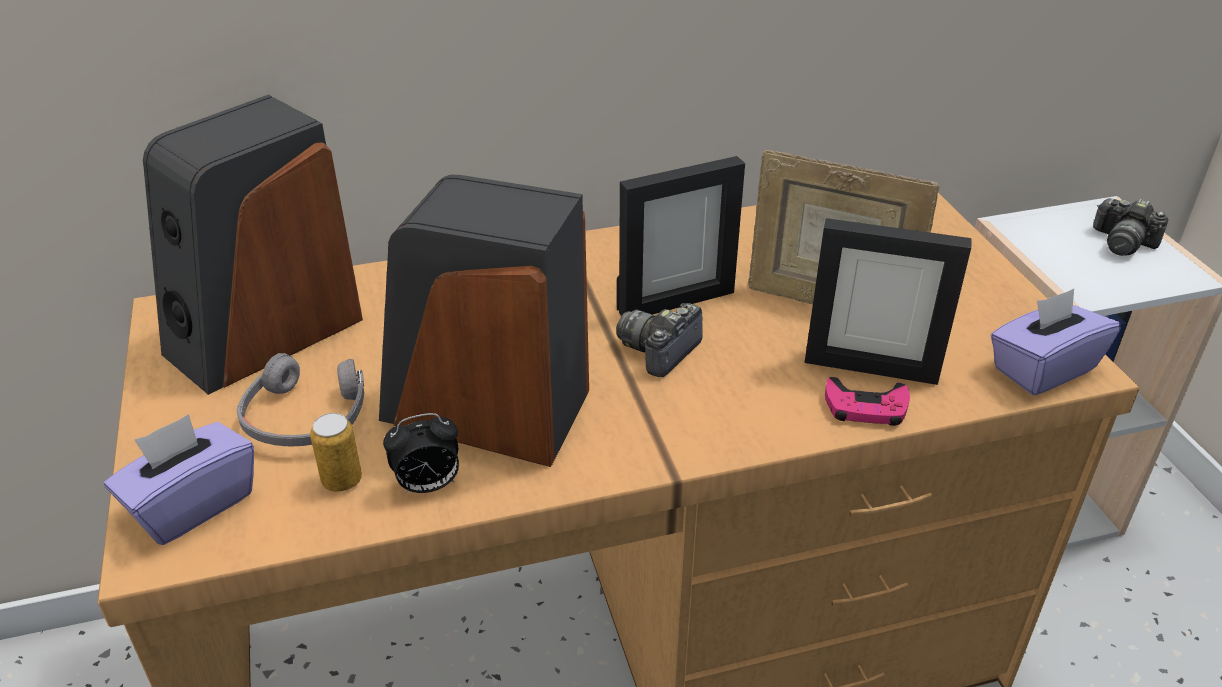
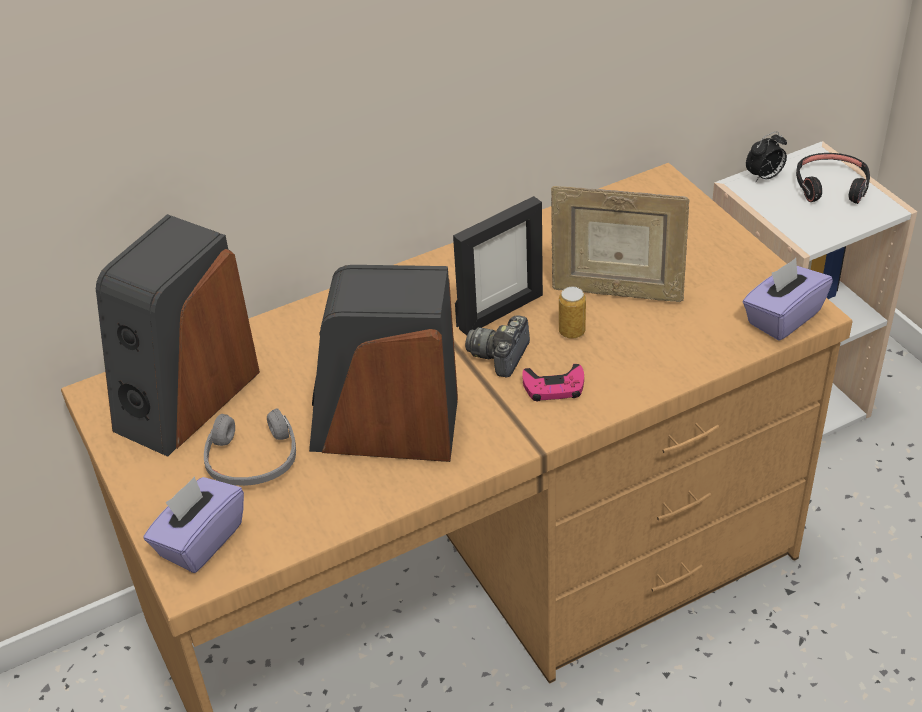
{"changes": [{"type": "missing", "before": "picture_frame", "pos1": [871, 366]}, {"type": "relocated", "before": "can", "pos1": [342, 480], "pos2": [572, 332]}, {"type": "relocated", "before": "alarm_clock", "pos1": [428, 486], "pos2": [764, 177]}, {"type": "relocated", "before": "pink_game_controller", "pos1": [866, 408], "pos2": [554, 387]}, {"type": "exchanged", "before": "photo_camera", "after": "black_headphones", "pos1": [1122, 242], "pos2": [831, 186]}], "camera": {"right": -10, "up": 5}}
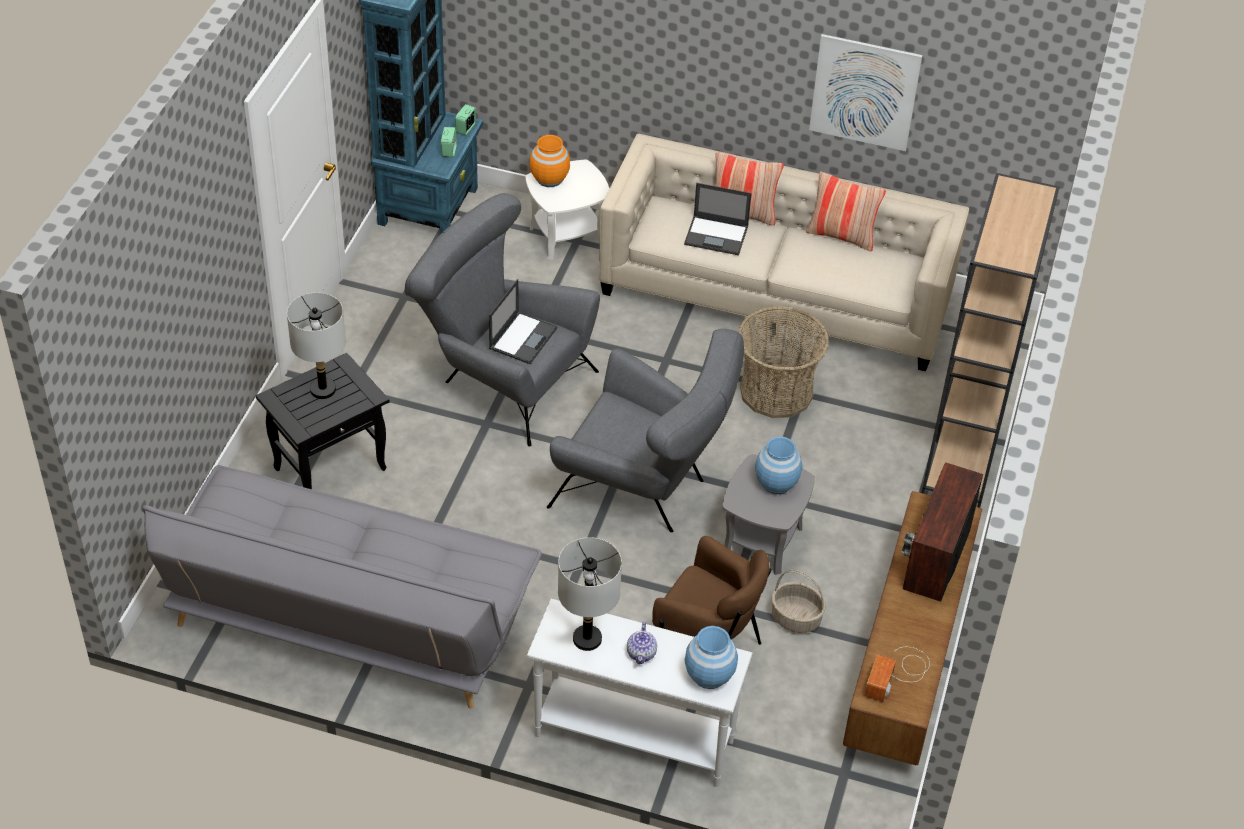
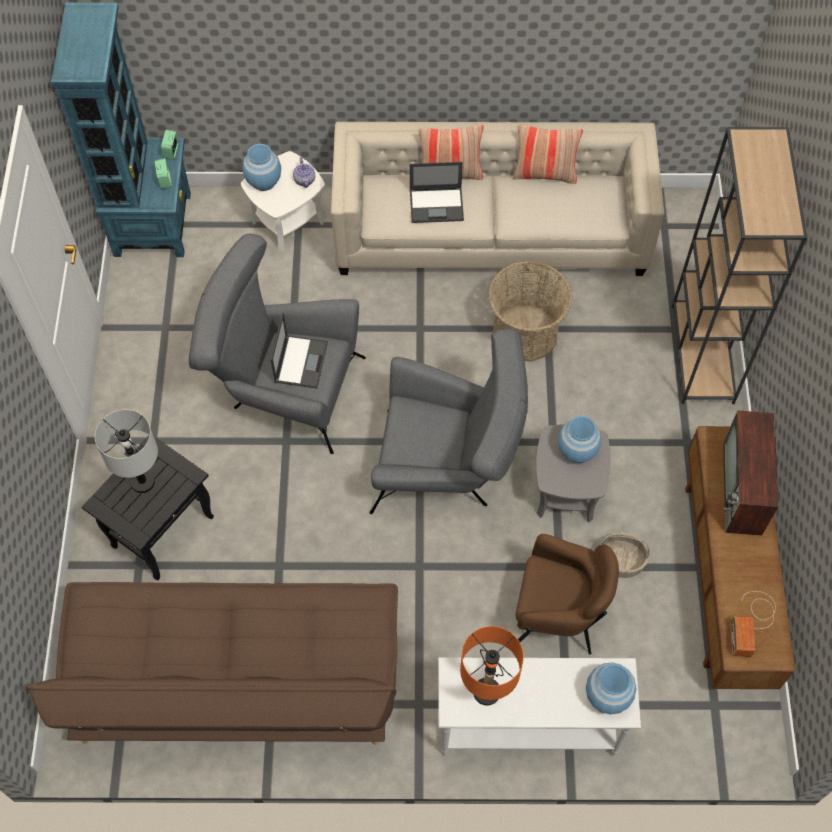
{"changes": [{"type": "missing", "before": "picture", "pos1": [864, 92]}, {"type": "relocated", "before": "teapot", "pos1": [641, 653], "pos2": [305, 180]}, {"type": "colour", "before": "grey_sofa", "after": "brown_sofa", "pos1": [348, 615], "pos2": [234, 682]}, {"type": "colour", "before": "orange_vase", "after": "blue_vase", "pos1": [549, 179], "pos2": [264, 181]}, {"type": "colour", "before": "grey_table_lamp", "after": "orange_table_lamp", "pos1": [587, 639], "pos2": [487, 691]}], "camera": {"right": -15, "up": 15}}
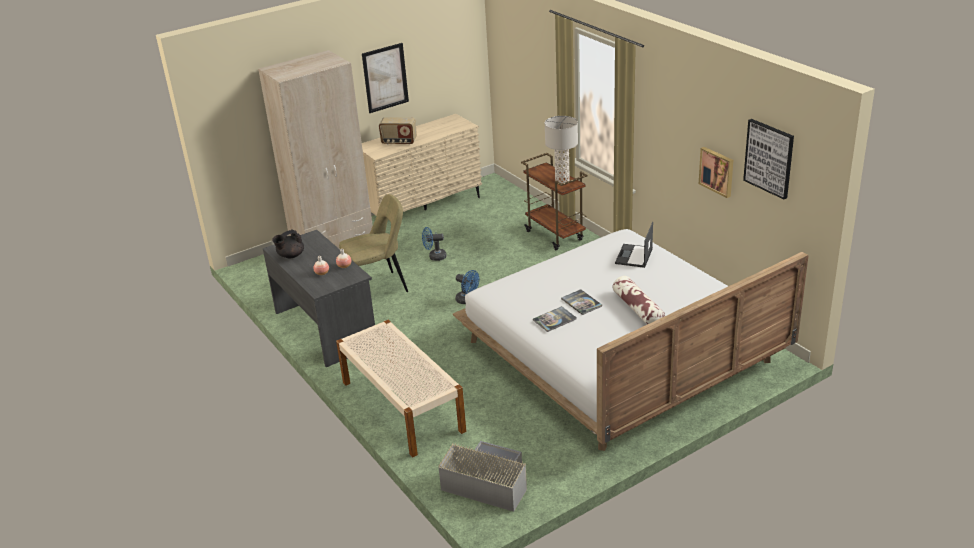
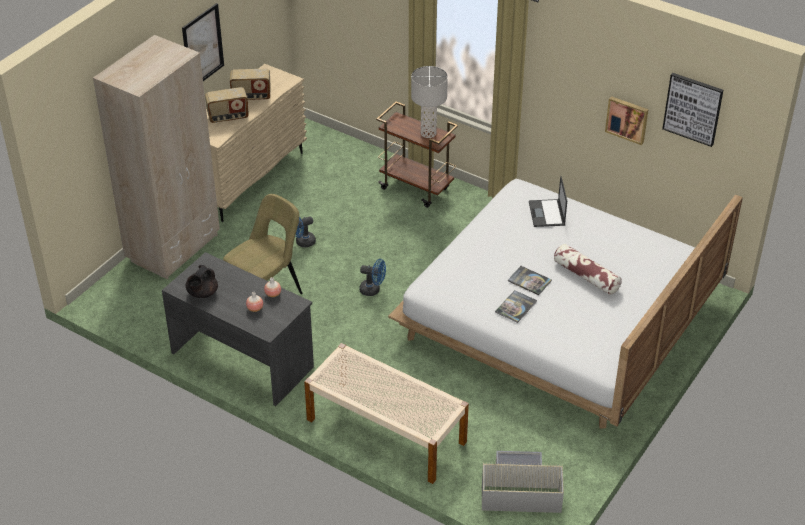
{"changes": [{"type": "appeared", "after": "radio", "pos2": [251, 96]}], "camera": {"right": -25, "up": 10}}
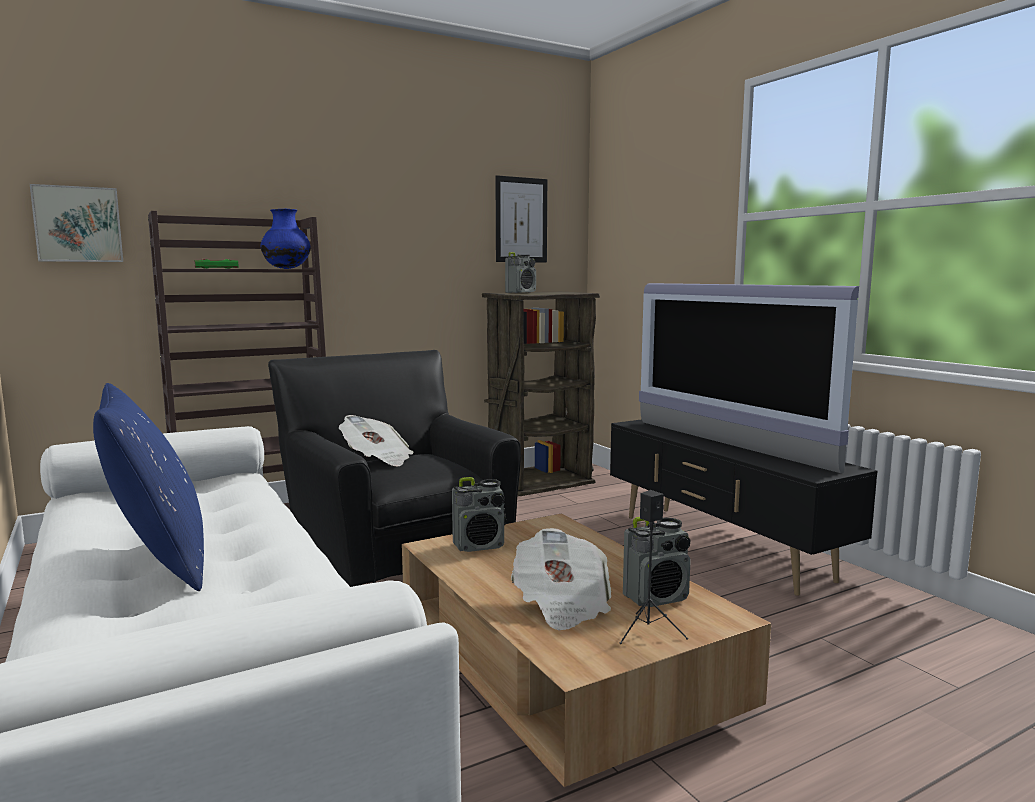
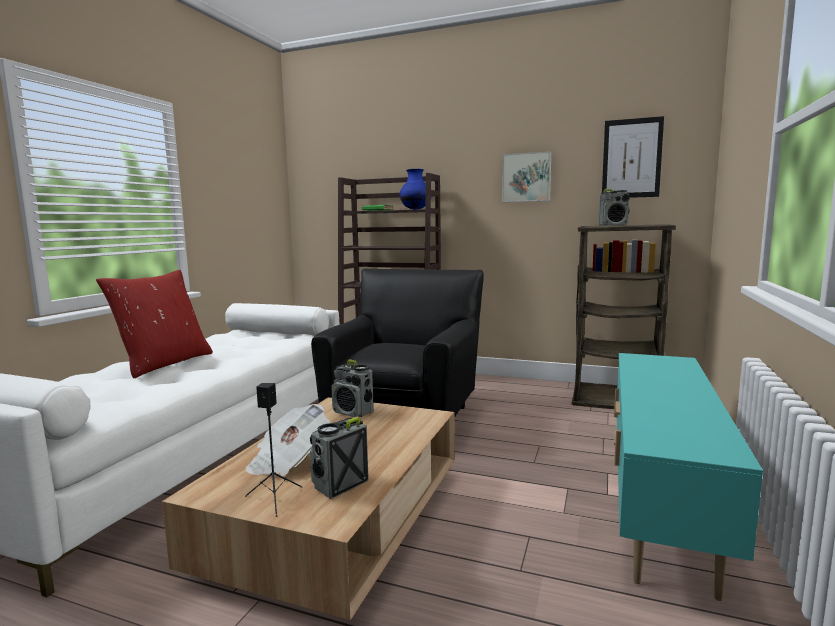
{"changes": [{"type": "missing", "before": "newspaper", "pos1": [377, 459]}, {"type": "missing", "before": "television", "pos1": [726, 444]}, {"type": "relocated", "before": "picture", "pos1": [78, 224], "pos2": [526, 177]}, {"type": "colour", "before": "blue_pillow", "after": "red_pillow", "pos1": [159, 562], "pos2": [164, 363]}, {"type": "colour", "before": "black_tv_stand", "after": "turquoise_tv_stand", "pos1": [720, 547], "pos2": [659, 507]}, {"type": "spun", "before": "radio", "pos1": [656, 597], "pos2": [339, 485], "turn": 105}], "camera": {"right": 50, "up": 0}}
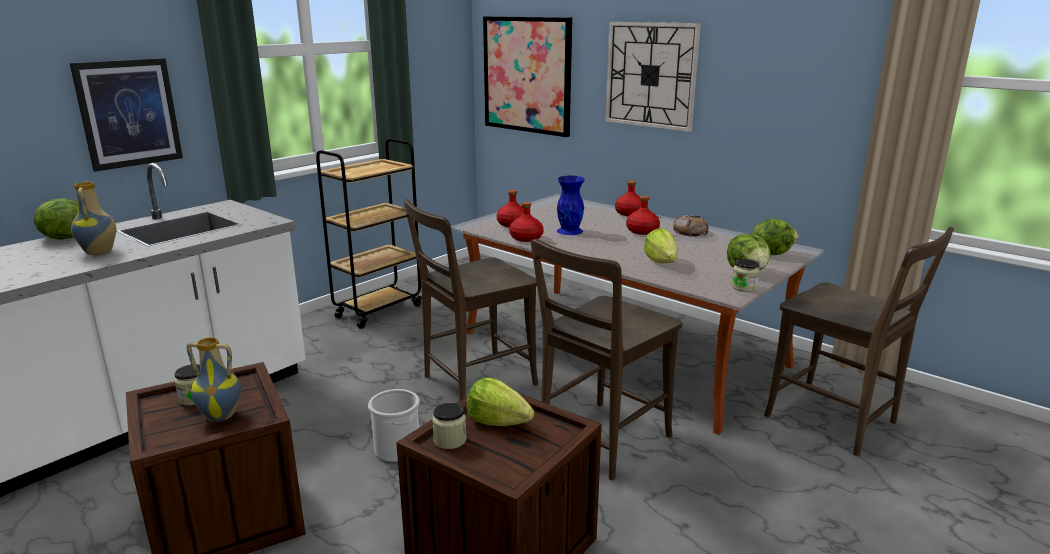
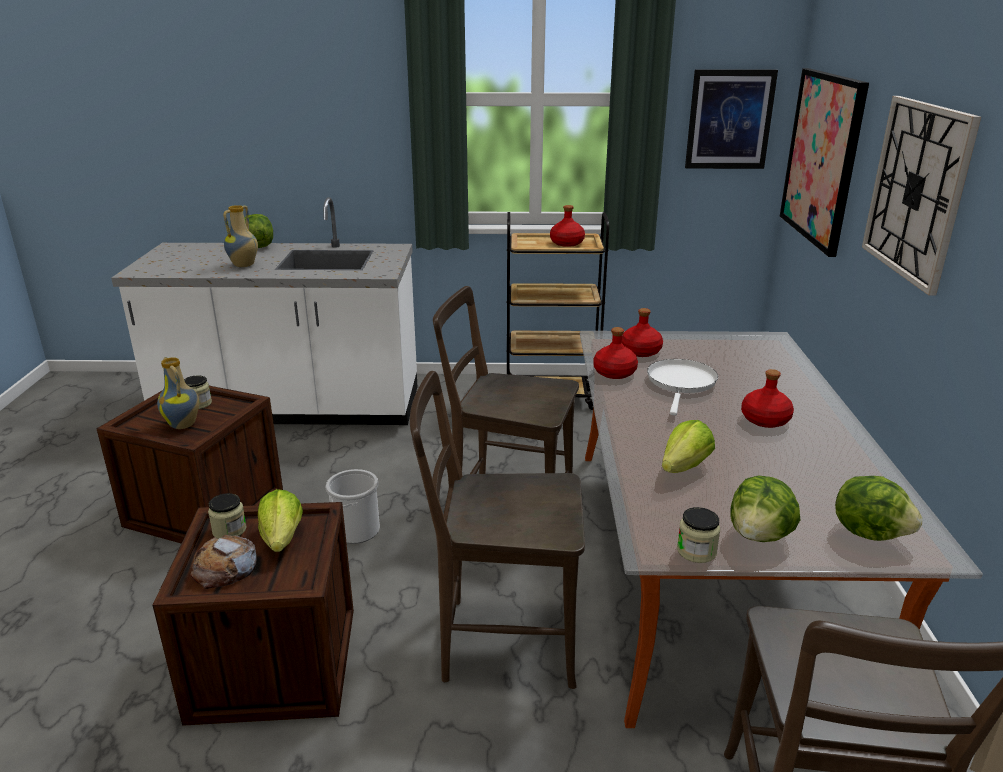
{"changes": [{"type": "relocated", "before": "picture", "pos1": [129, 113], "pos2": [729, 119]}, {"type": "relocated", "before": "red_bottle", "pos1": [629, 213], "pos2": [566, 243]}, {"type": "relocated", "before": "bread", "pos1": [690, 231], "pos2": [225, 568]}, {"type": "exchanged", "before": "blue_vase", "after": "white_frying_pan", "pos1": [570, 231], "pos2": [681, 383]}], "camera": {"right": 50, "up": 5}}
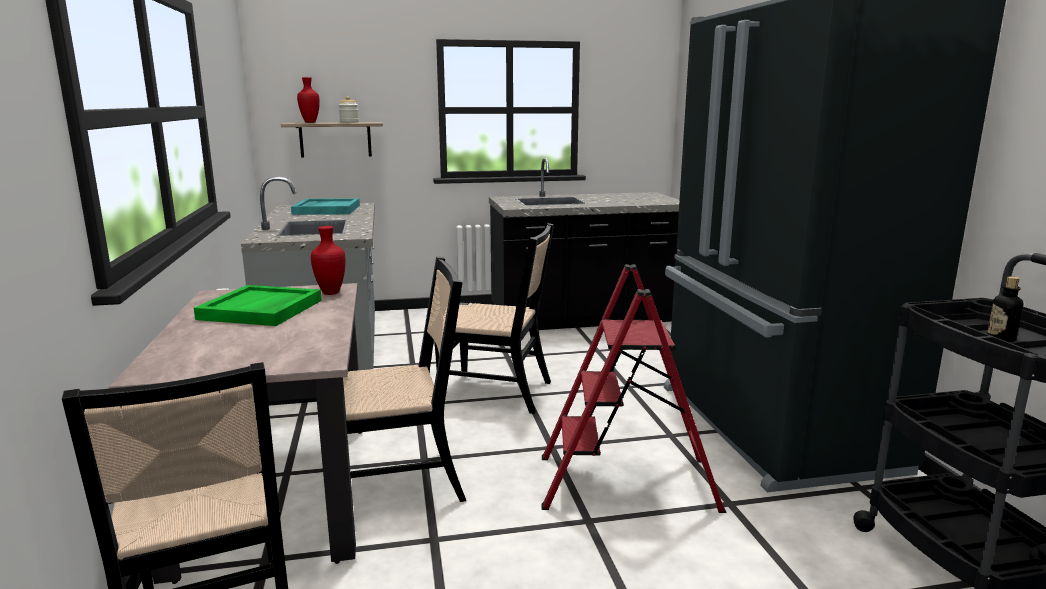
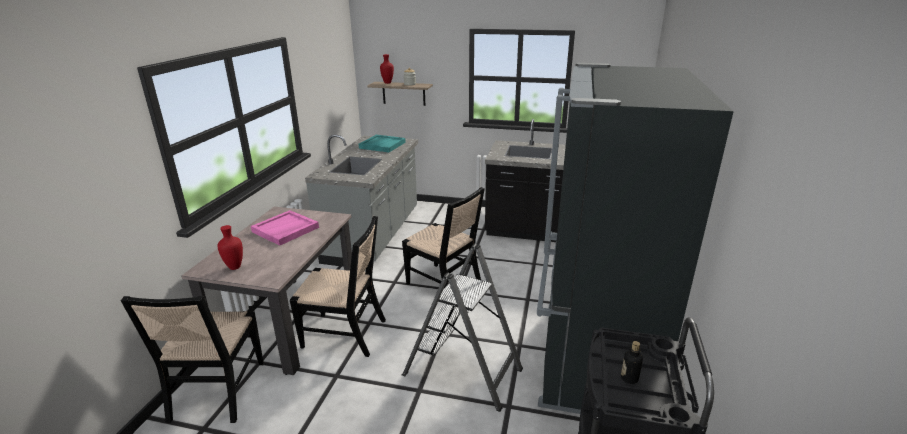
{"changes": [{"type": "relocated", "before": "red_vase", "pos1": [330, 292], "pos2": [235, 267]}, {"type": "colour", "before": "green_tray", "after": "pink_tray", "pos1": [261, 310], "pos2": [285, 230]}, {"type": "colour", "before": "red_step_ladder", "after": "grey_step_ladder", "pos1": [629, 482], "pos2": [464, 372]}], "camera": {"right": 25, "up": 10}}
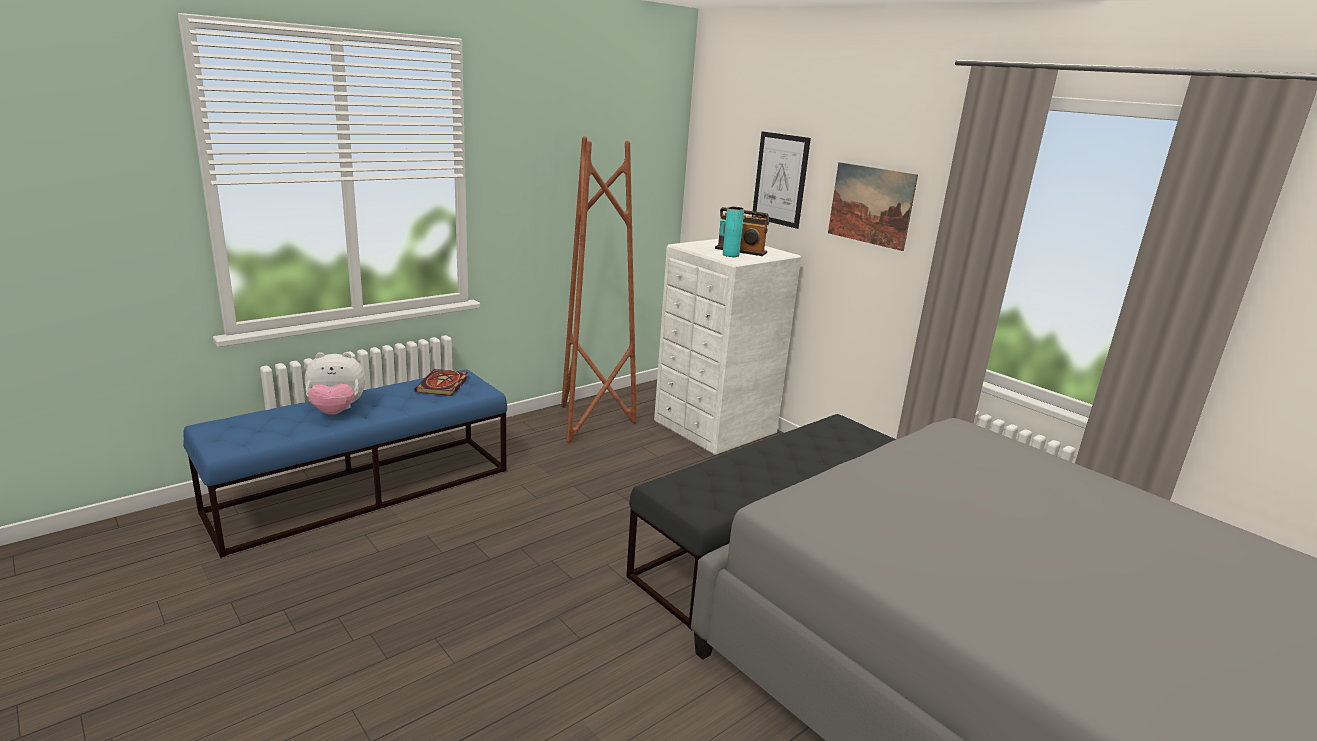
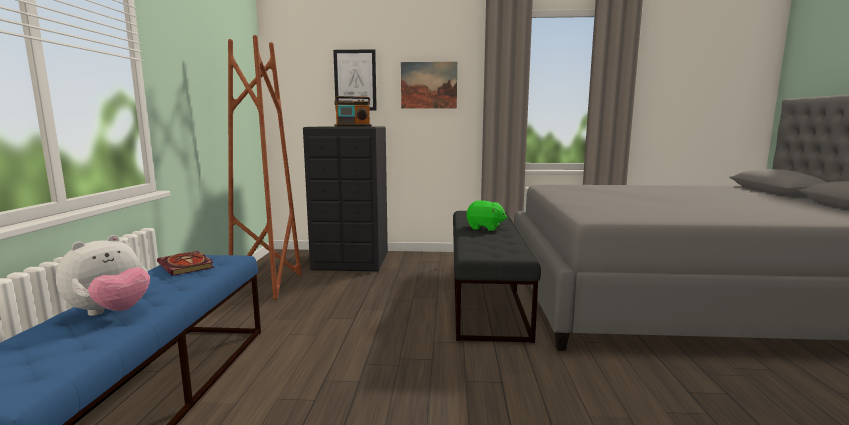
{"changes": [{"type": "missing", "before": "turquoise_vase", "pos1": [730, 255]}, {"type": "appeared", "after": "green_plush_toy", "pos2": [485, 228]}, {"type": "colour", "before": "white_dresser", "after": "black_dresser", "pos1": [715, 427], "pos2": [351, 260]}], "camera": {"right": -45, "up": -10}}
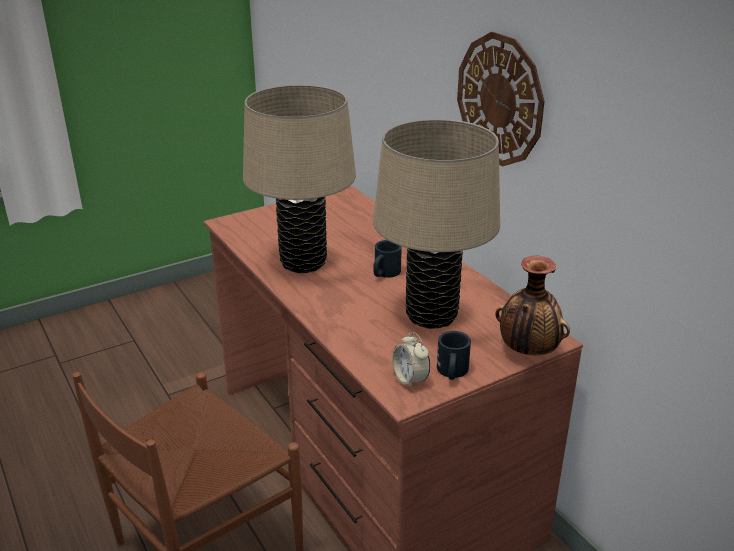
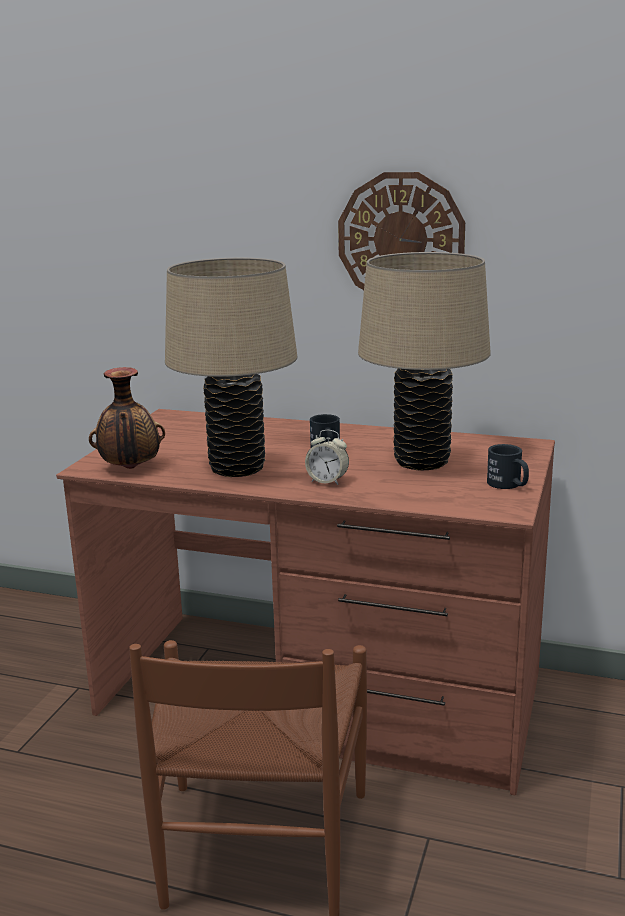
{"changes": [{"type": "relocated", "before": "alarm_clock", "pos1": [410, 379], "pos2": [327, 481]}, {"type": "relocated", "before": "vase", "pos1": [527, 351], "pos2": [130, 468]}], "camera": {"right": -40, "up": -10}}
